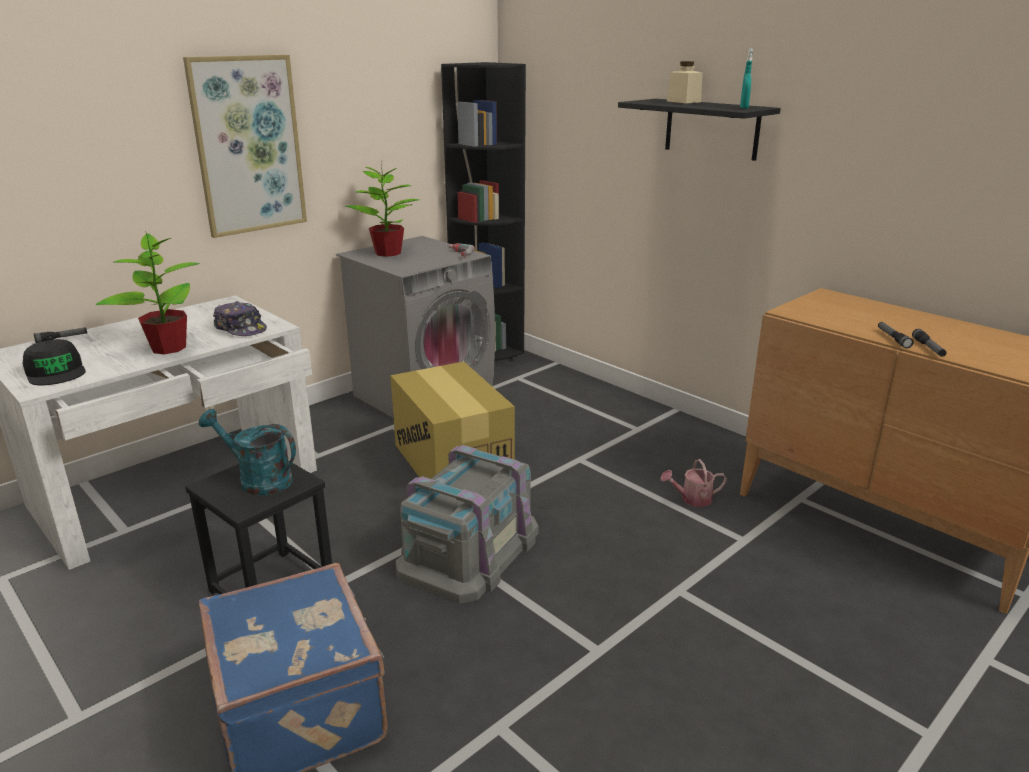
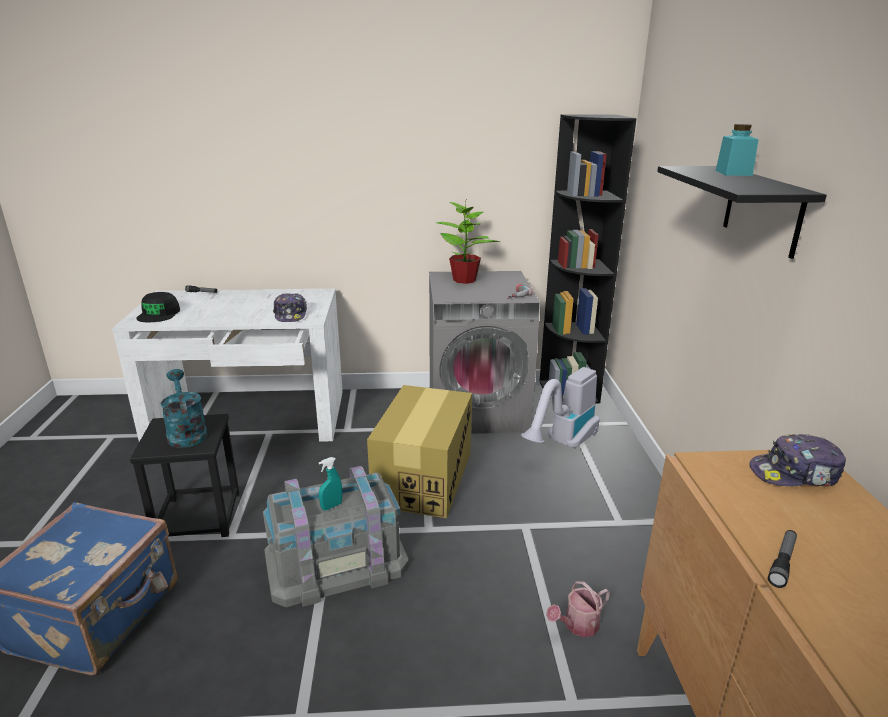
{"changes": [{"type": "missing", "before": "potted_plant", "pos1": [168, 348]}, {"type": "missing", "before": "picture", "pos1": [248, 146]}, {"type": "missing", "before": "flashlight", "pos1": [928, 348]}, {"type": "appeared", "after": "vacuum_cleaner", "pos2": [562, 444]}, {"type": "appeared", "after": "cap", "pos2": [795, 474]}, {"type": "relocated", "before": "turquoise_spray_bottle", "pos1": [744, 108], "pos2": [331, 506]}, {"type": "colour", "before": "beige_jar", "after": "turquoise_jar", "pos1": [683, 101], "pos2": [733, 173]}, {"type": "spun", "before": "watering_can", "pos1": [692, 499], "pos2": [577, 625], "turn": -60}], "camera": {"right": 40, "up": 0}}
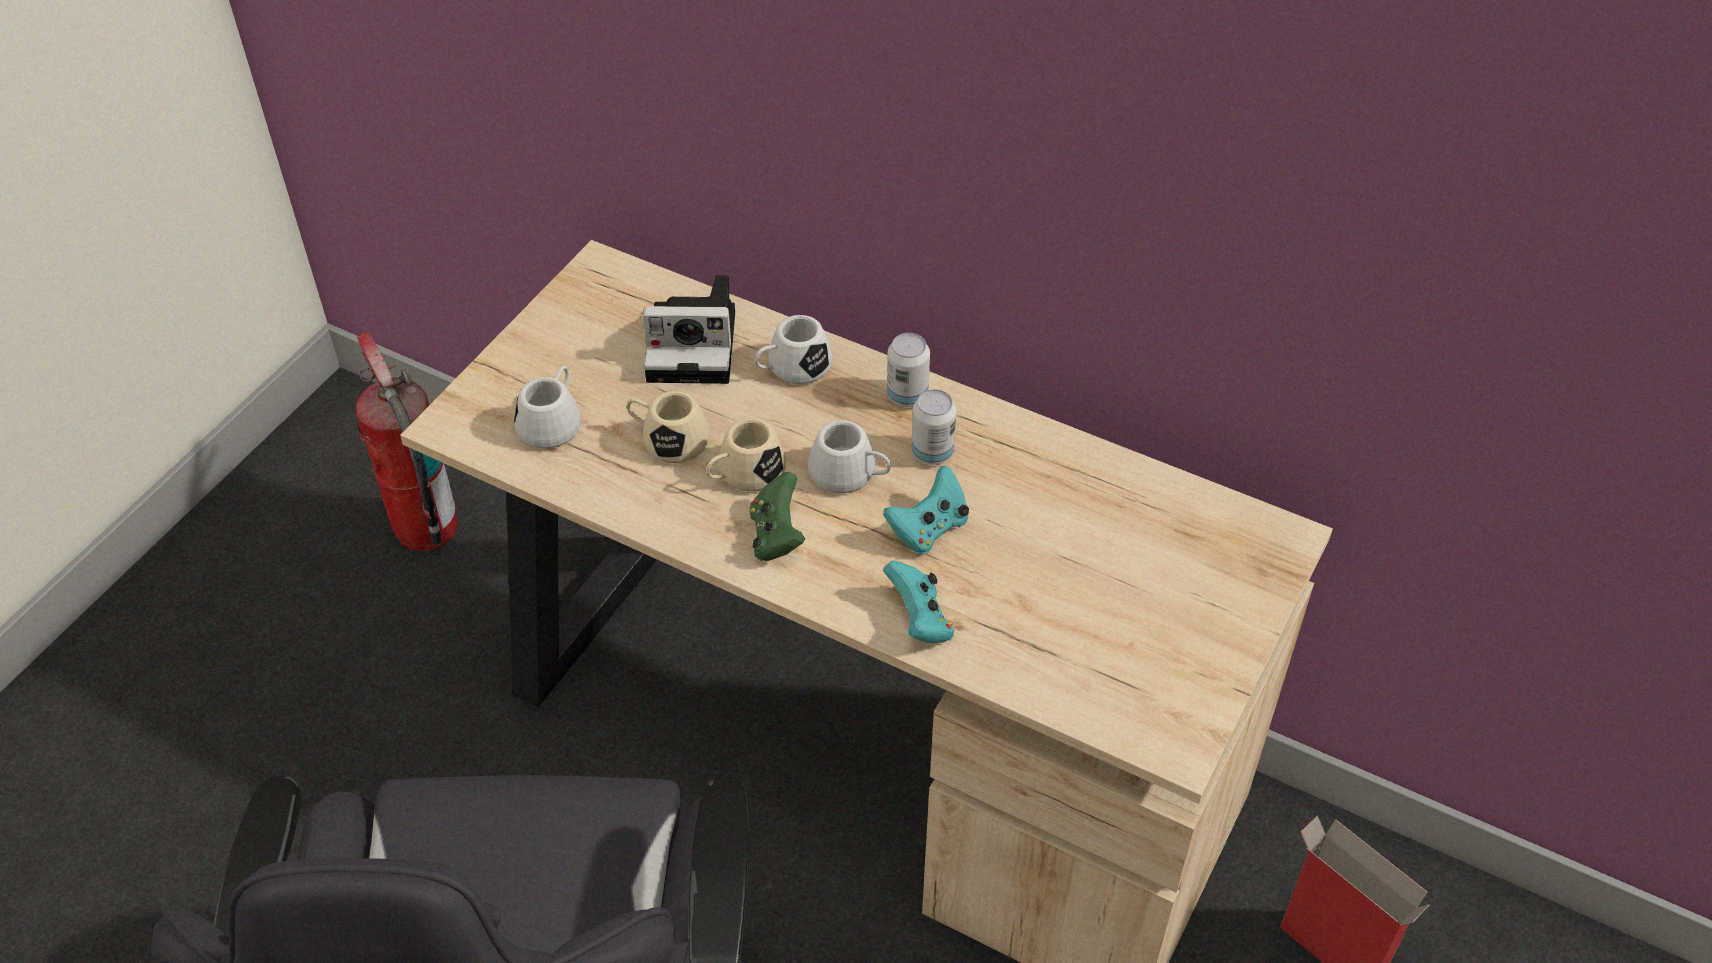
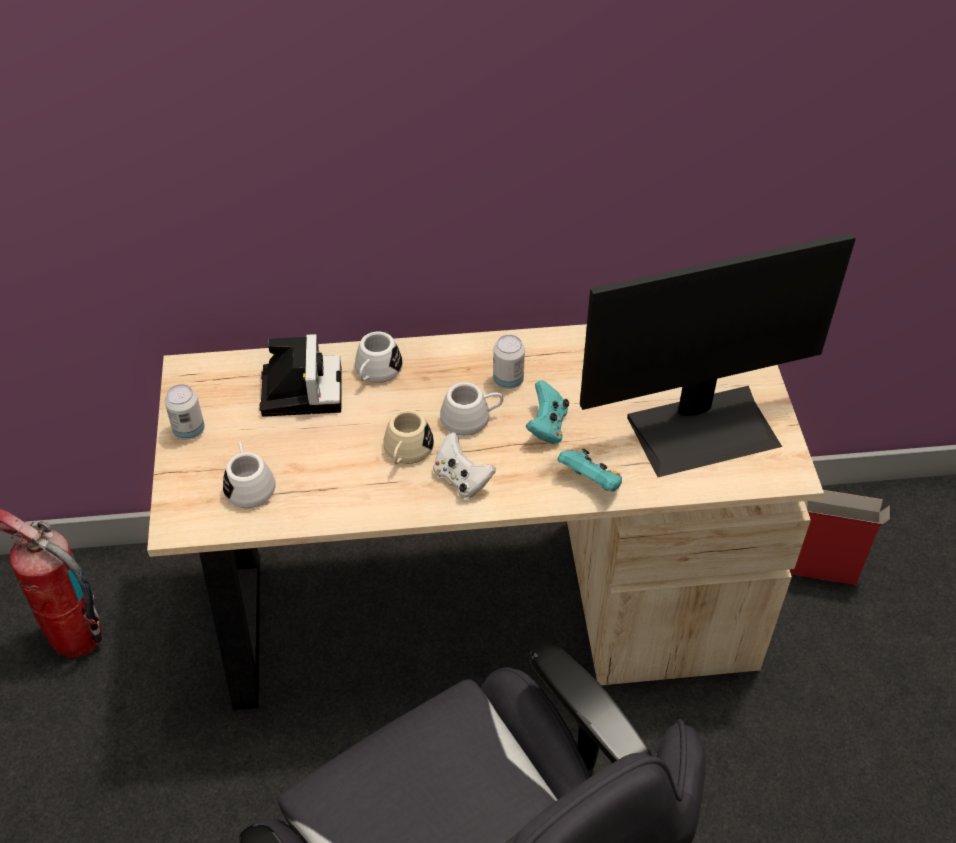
{"changes": [{"type": "missing", "before": "beige_mug", "pos1": [668, 439]}, {"type": "appeared", "after": "monitor", "pos2": [703, 428]}, {"type": "relocated", "before": "can", "pos1": [907, 396], "pos2": [189, 430]}, {"type": "colour", "before": "green_game_controller", "after": "white_game_controller", "pos1": [776, 536], "pos2": [461, 479]}, {"type": "spun", "before": "photo_camera", "pos1": [696, 345], "pos2": [301, 389], "turn": -60}], "camera": {"right": -35, "up": 0}}
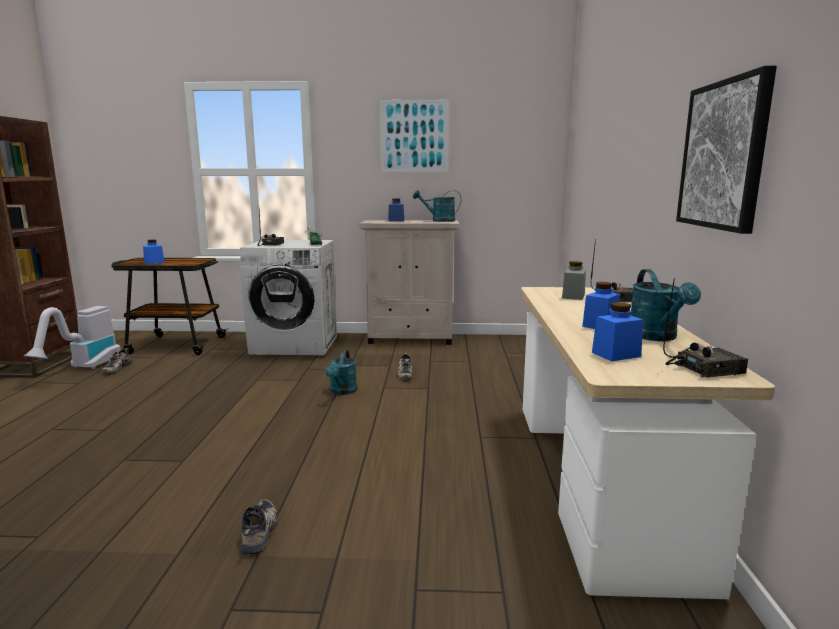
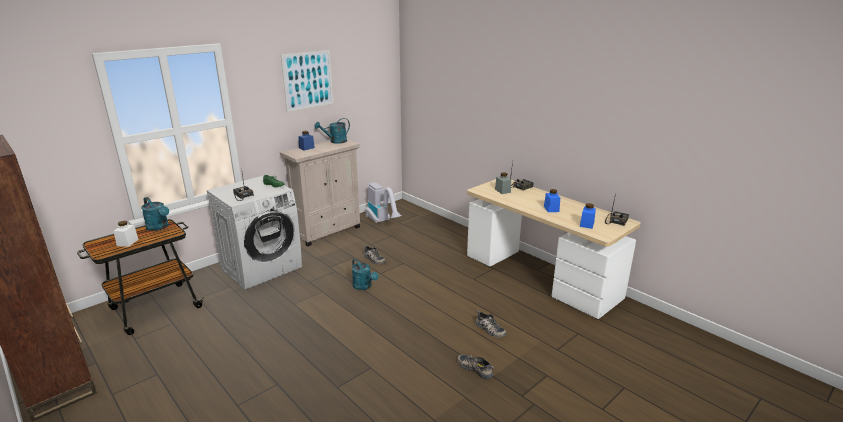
{"changes": [{"type": "missing", "before": "picture", "pos1": [723, 155]}, {"type": "relocated", "before": "vacuum_cleaner", "pos1": [84, 368], "pos2": [382, 221]}, {"type": "relocated", "before": "shoe", "pos1": [116, 368], "pos2": [489, 329]}, {"type": "relocated", "before": "turquoise_watering_can", "pos1": [656, 337], "pos2": [159, 227]}, {"type": "colour", "before": "blue_jar", "after": "white_jar", "pos1": [154, 262], "pos2": [127, 242]}], "camera": {"right": -45, "up": 10}}
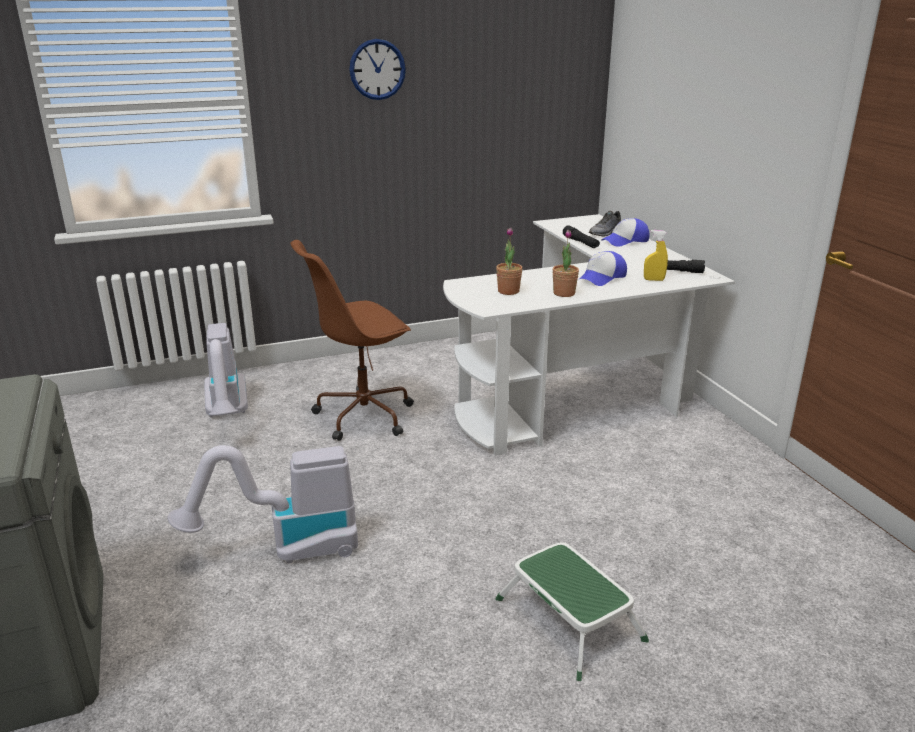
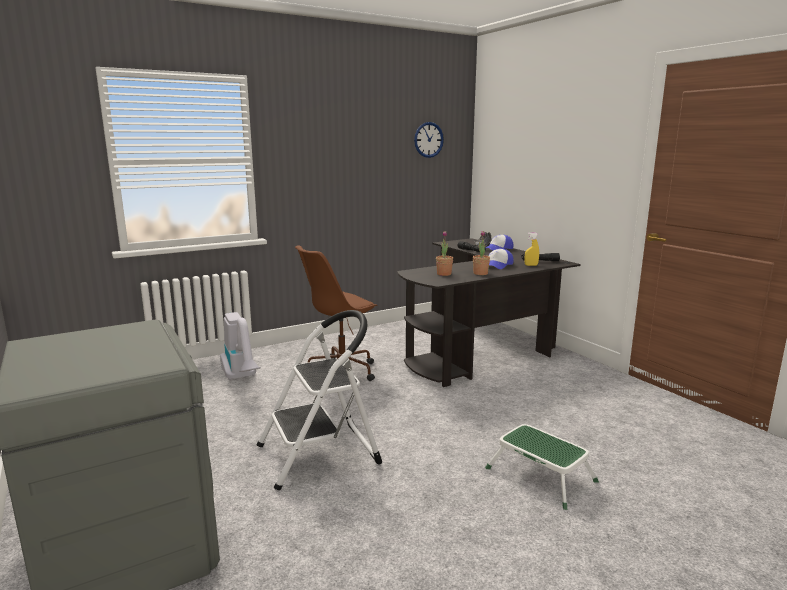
{"changes": [{"type": "relocated", "before": "wall_clock", "pos1": [377, 69], "pos2": [428, 140]}, {"type": "exchanged", "before": "vacuum_cleaner", "after": "step_ladder", "pos1": [286, 550], "pos2": [322, 454]}, {"type": "colour", "before": "white_desk", "after": "black_desk", "pos1": [582, 388], "pos2": [482, 346]}], "camera": {"right": -10, "up": -10}}
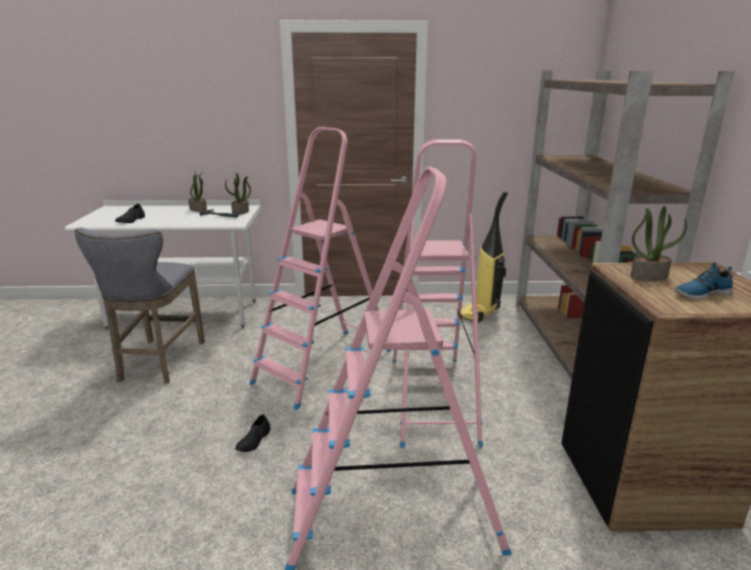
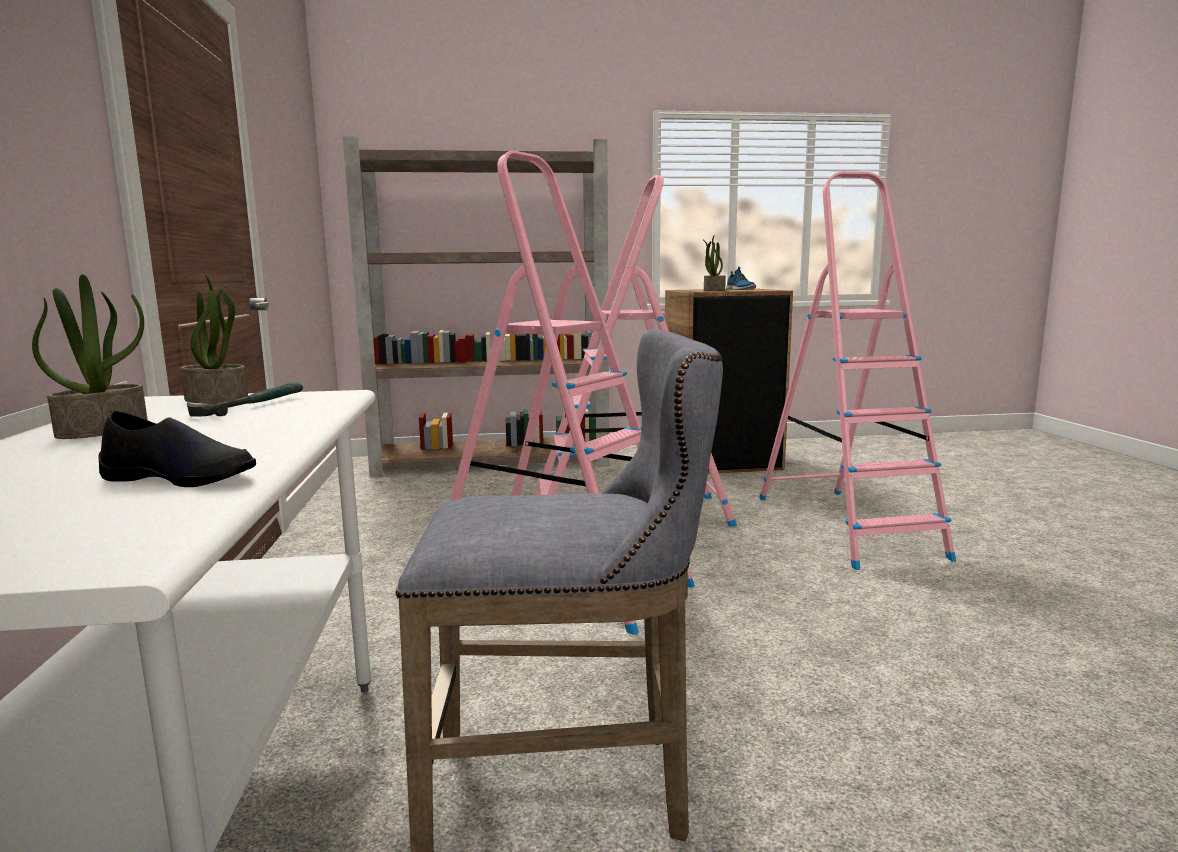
{"changes": [{"type": "missing", "before": "black_shoe", "pos1": [254, 440]}, {"type": "missing", "before": "vacuum_cleaner", "pos1": [479, 314]}], "camera": {"right": -95, "up": -10}}
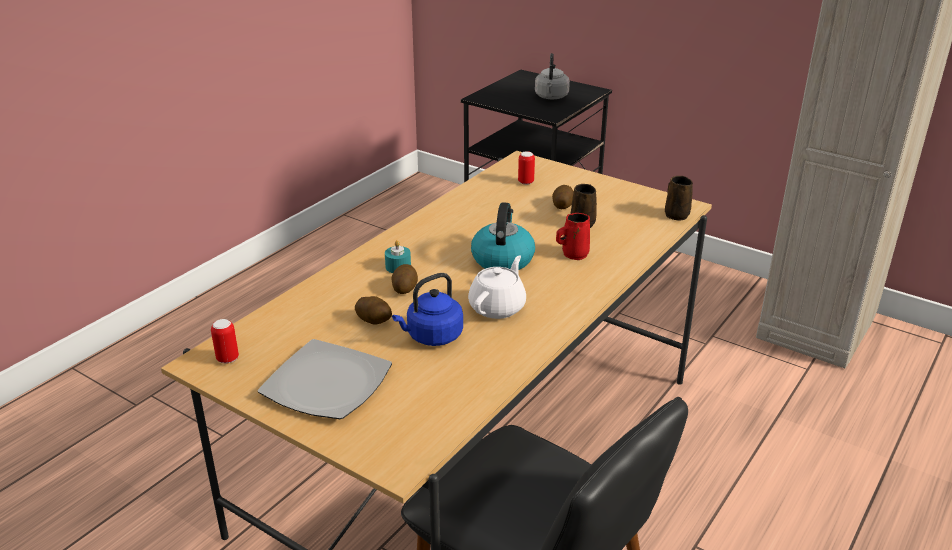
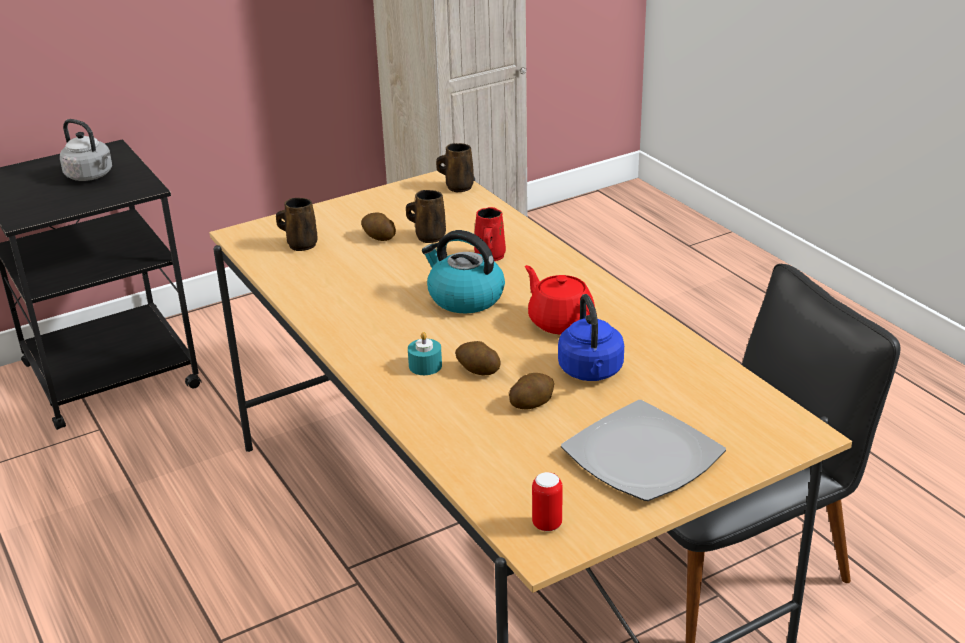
{"changes": [{"type": "exchanged", "before": "can", "after": "brown_mug", "pos1": [526, 182], "pos2": [300, 245]}, {"type": "colour", "before": "white_teapot", "after": "red_teapot", "pos1": [498, 307], "pos2": [560, 321]}], "camera": {"right": -65, "up": 0}}
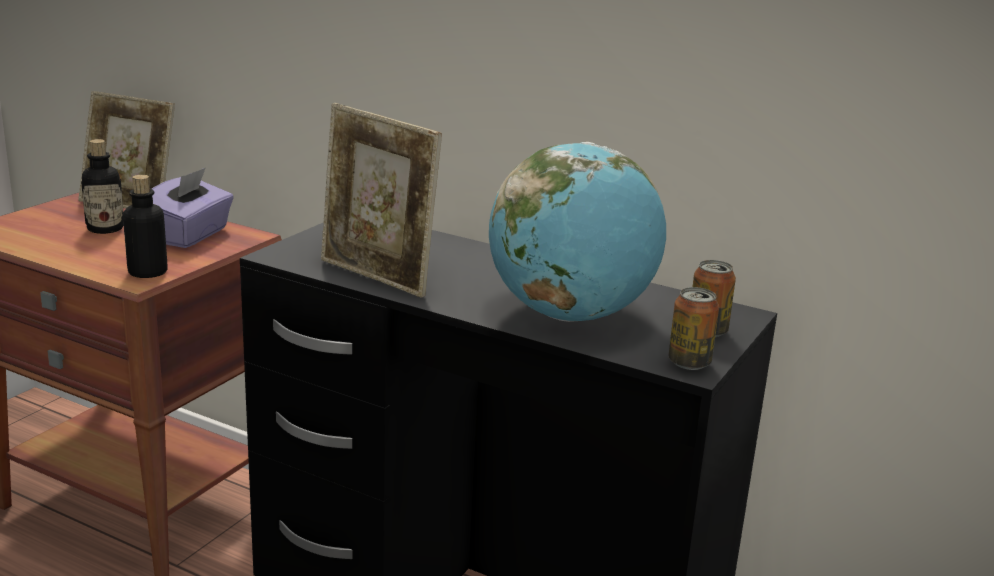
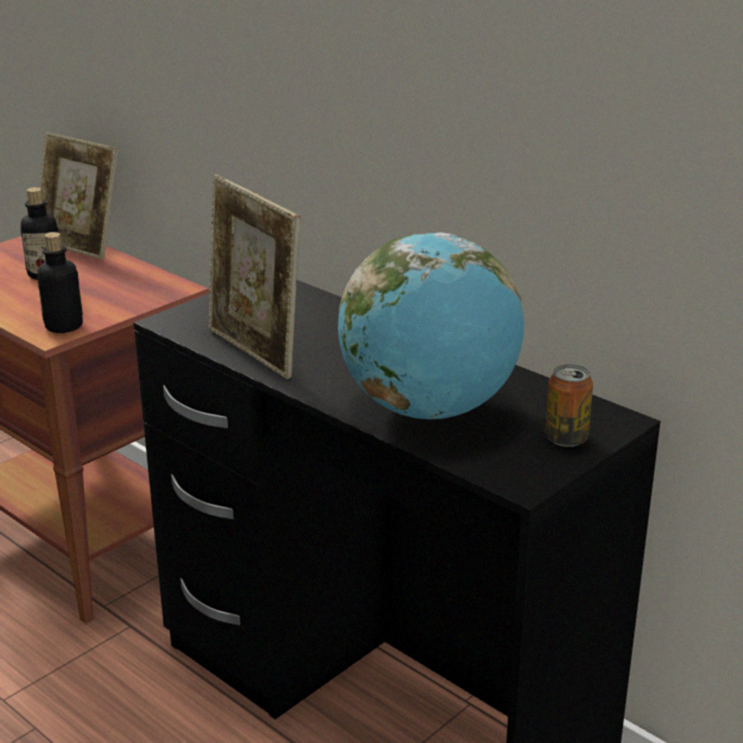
{"changes": [{"type": "missing", "before": "purple_tissue_box", "pos1": [190, 235]}, {"type": "missing", "before": "can", "pos1": [689, 363]}], "camera": {"right": 15, "up": 5}}
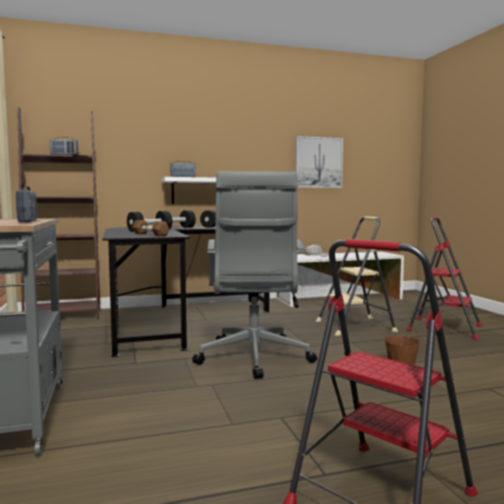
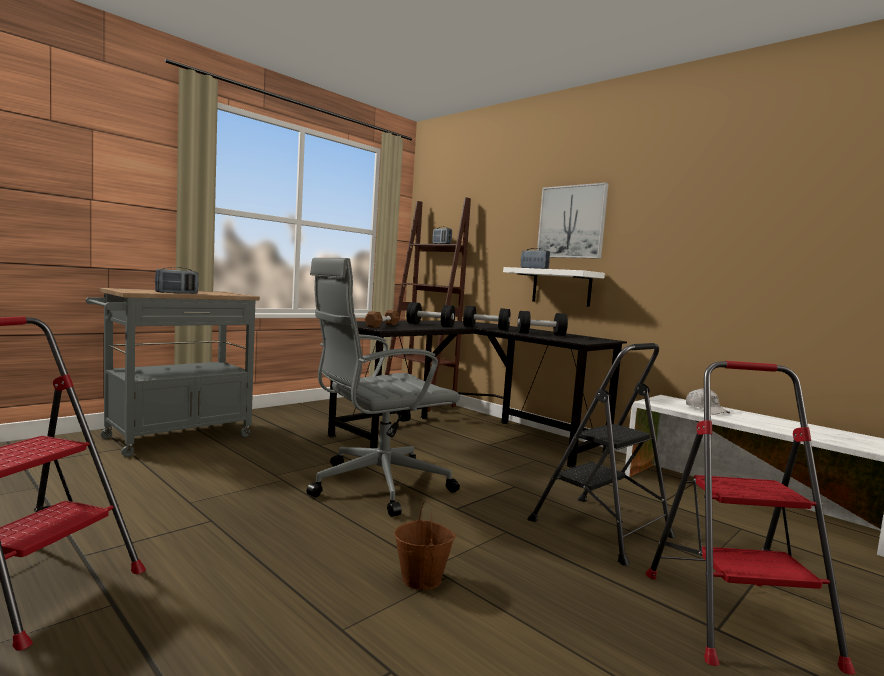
{"changes": [{"type": "relocated", "before": "picture", "pos1": [318, 162], "pos2": [572, 222]}, {"type": "colour", "before": "beige_step_ladder", "after": "black_step_ladder", "pos1": [357, 325], "pos2": [603, 529]}], "camera": {"right": 60, "up": 0}}
